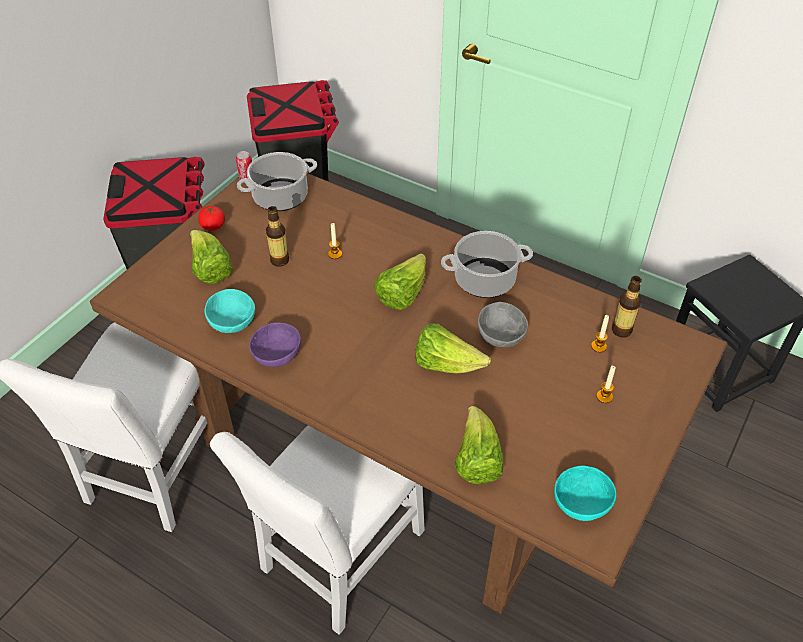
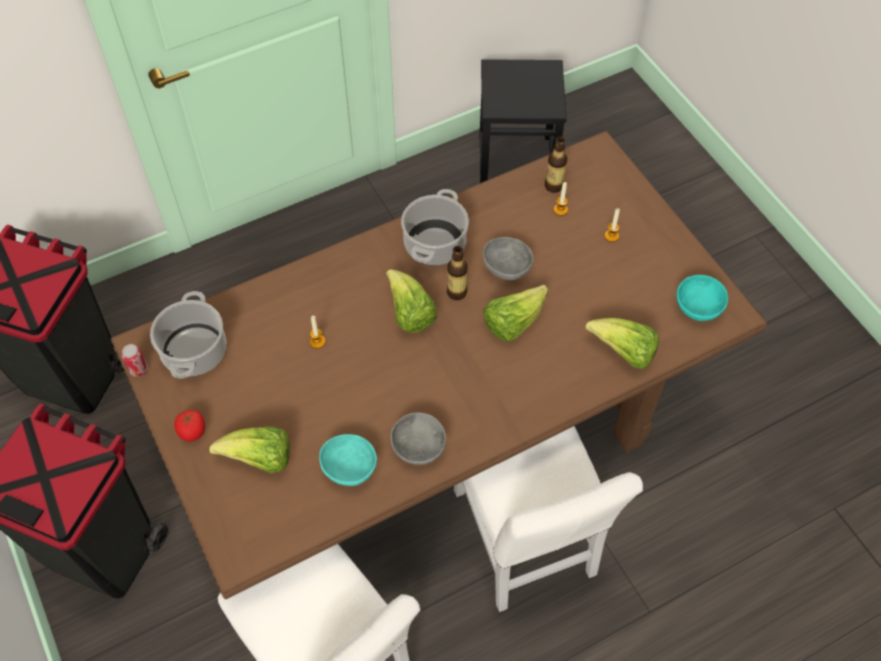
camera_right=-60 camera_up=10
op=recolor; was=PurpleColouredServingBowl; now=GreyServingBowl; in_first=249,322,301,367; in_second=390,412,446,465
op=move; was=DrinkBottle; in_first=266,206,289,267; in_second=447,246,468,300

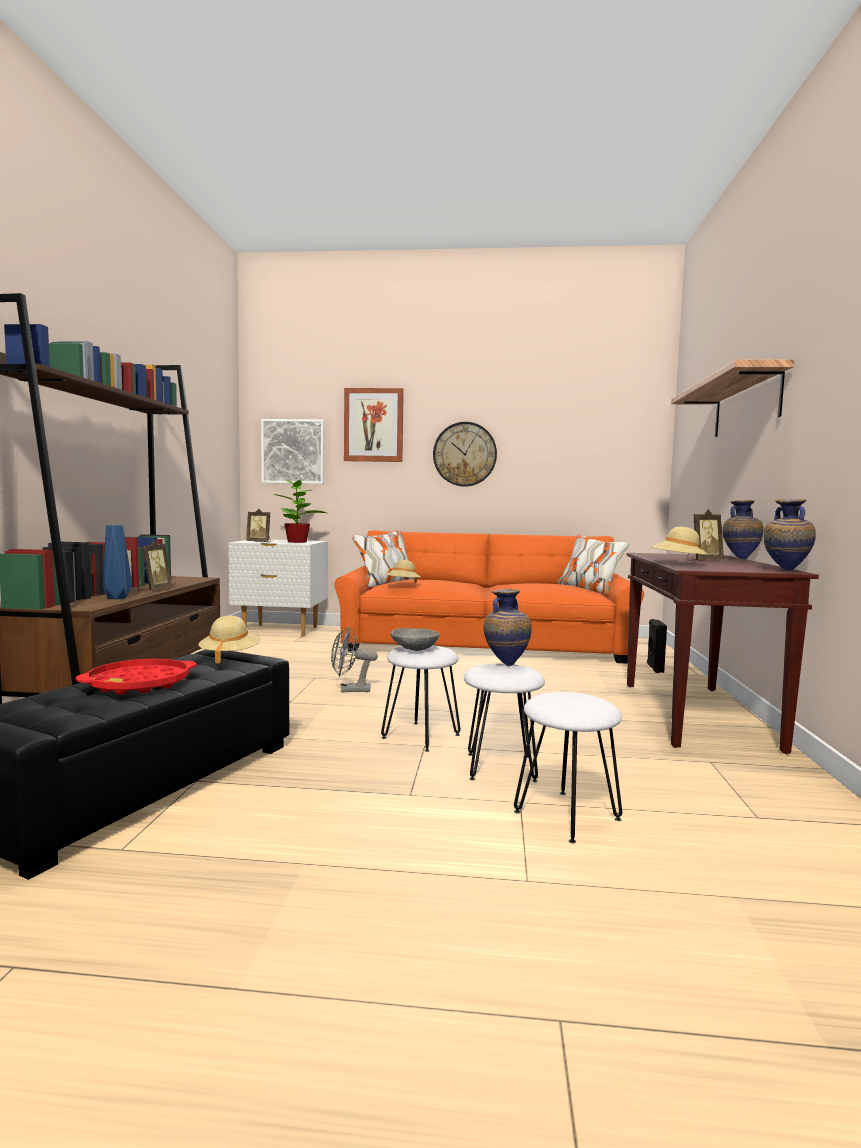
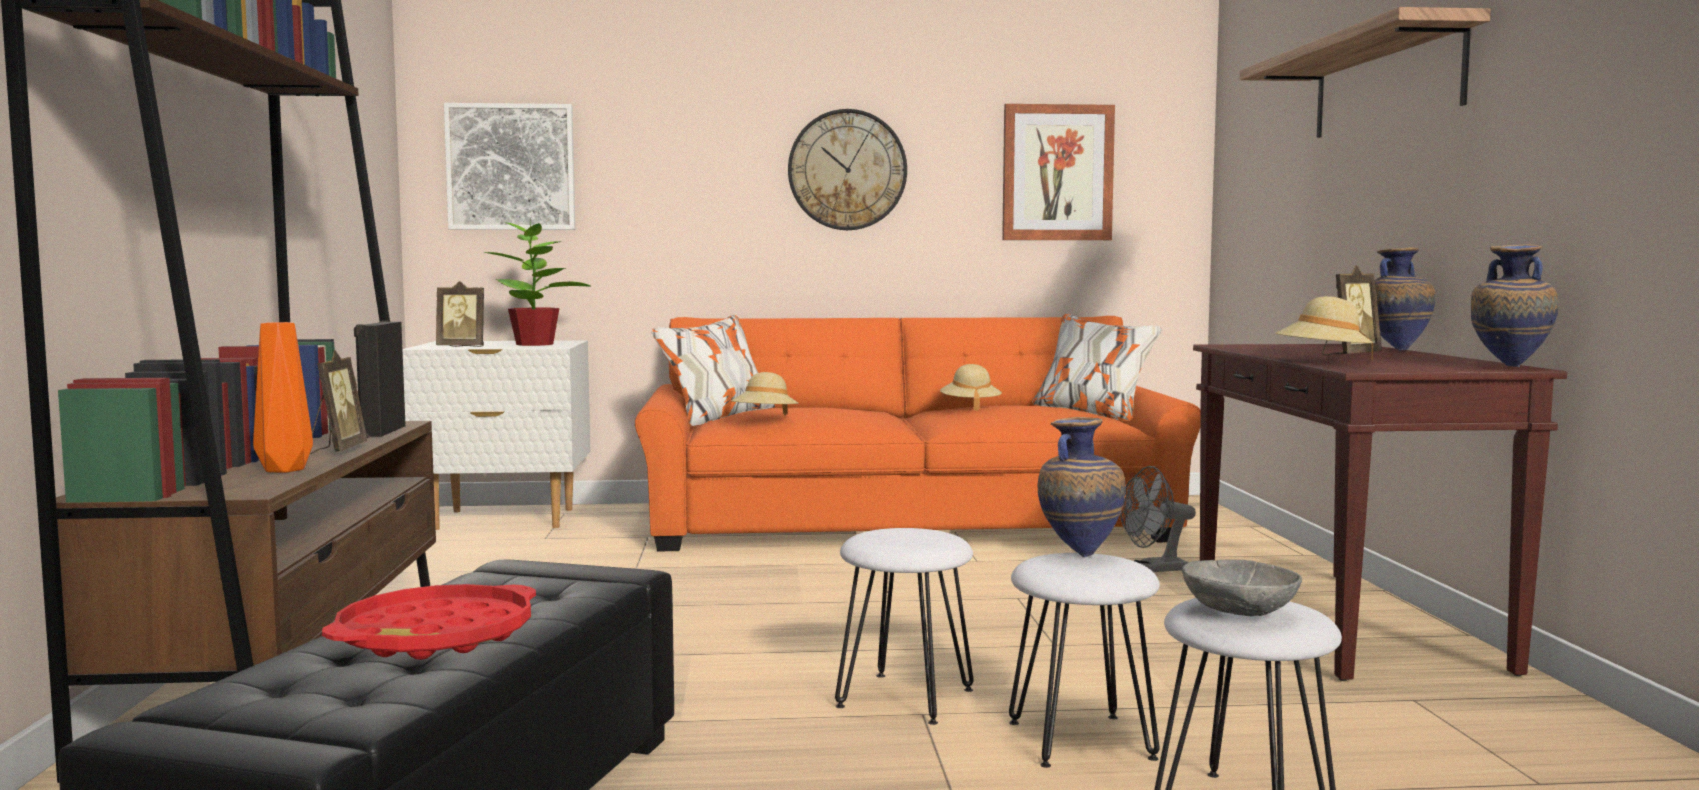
camera_right=-10 camera_up=0
op=recolor; was=BlueDecorativeVase; now=OrangeyDecorativeVase; in_first=103,525,132,599; in_second=253,322,313,473
op=move; was=BeigeWearableHat; in_first=198,616,260,664; in_second=940,364,1002,411
op=move; was=GreyFan; in_first=331,627,378,692; in_second=1120,466,1196,572
op=move; was=WallArt; in_first=344,388,404,462; in_second=1002,104,1115,240
op=move; was=GreyServingBowl; in_first=391,628,439,651; in_second=1182,559,1302,616
op=move; was=BlackColouredSpeaker; in_first=647,619,667,673; in_second=354,321,406,438

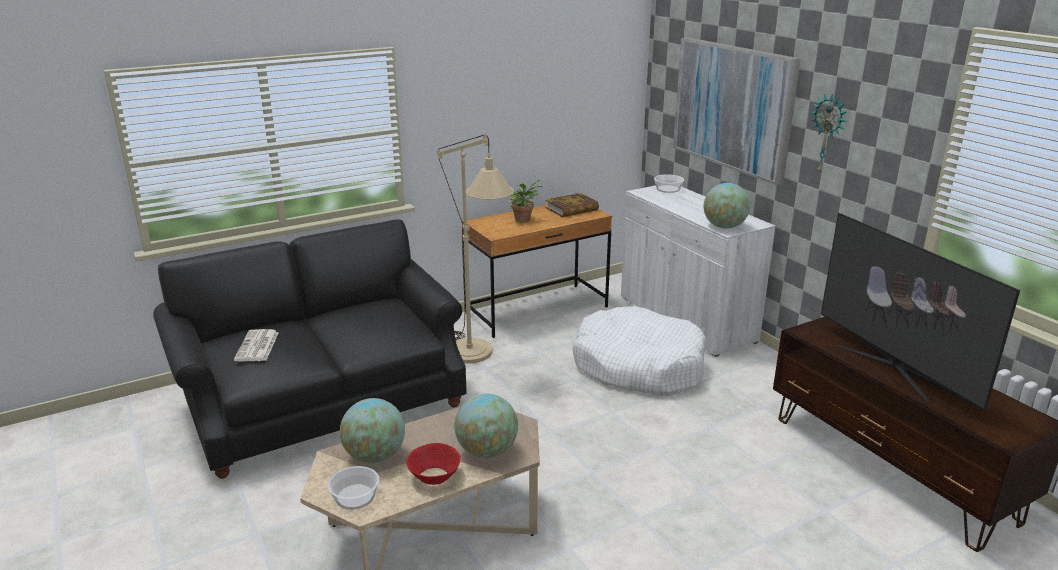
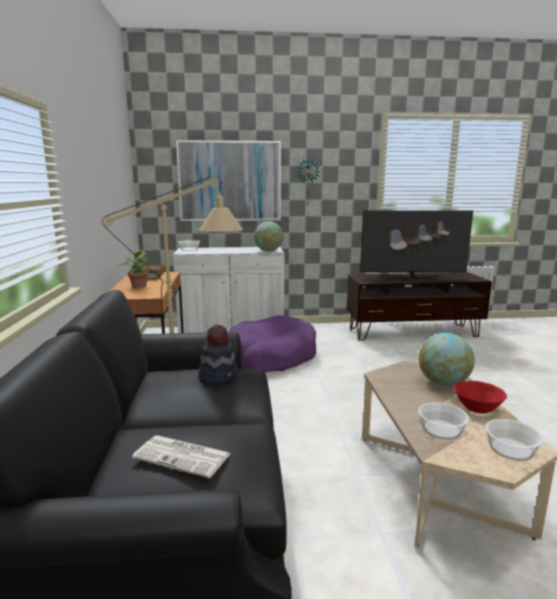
camera_right=-65 camera_up=-10
op=replace; was=Globe; now=ServingBowl; in_first=340,398,405,463; in_second=418,402,469,440
op=recolor; was=WhiteDogCushion; now=PurpleColouredDogCushion; in_first=573,306,706,396; in_second=229,315,316,372
op=insert; now=WearableHat; in_second=198,324,239,386

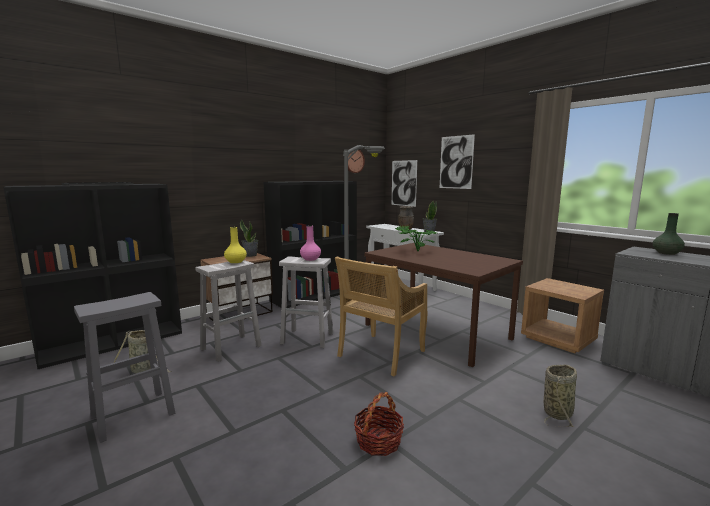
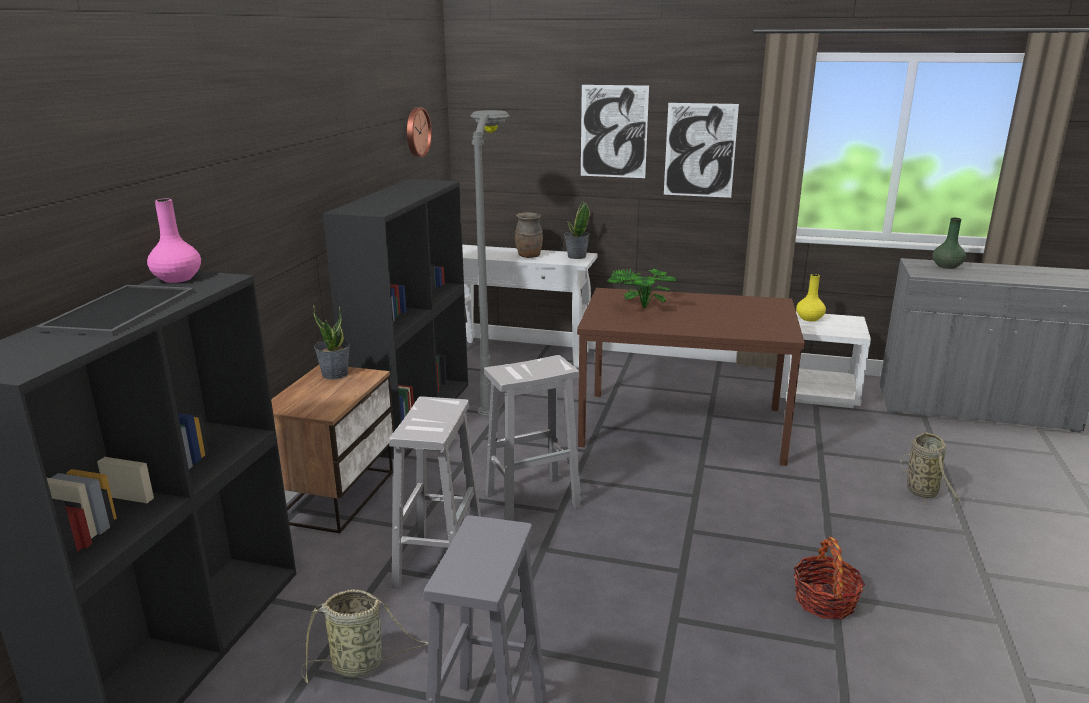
camera_right=-35 camera_up=10
op=move; was=YellowColouredDecorativeVase; in_first=224,227,247,263; in_second=796,274,826,321
op=move; was=PinkColouredDecorativeVase; in_first=300,225,321,261; in_second=147,199,201,283
op=delete; was=BeigeChair; in_first=335,257,427,376
op=move; was=WallArt; in_first=392,160,417,207; in_second=664,103,739,198
op=recolor; was=BrownColouredBedsideTable; now=WhiteBedsideTable; in_first=521,278,604,353; in_second=780,311,871,408

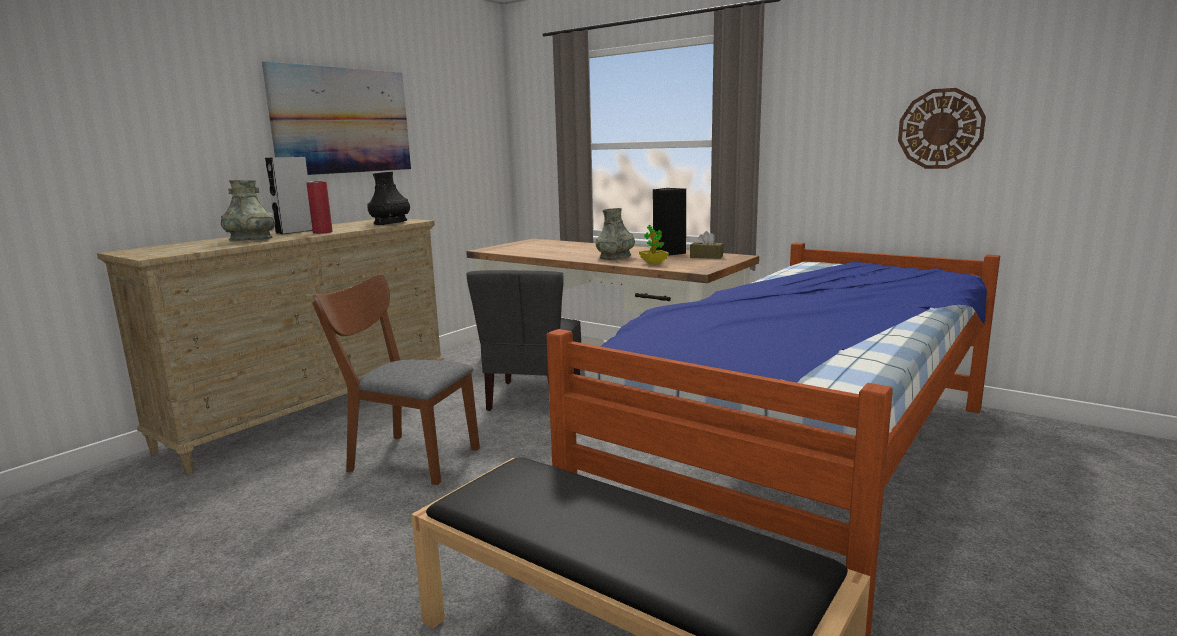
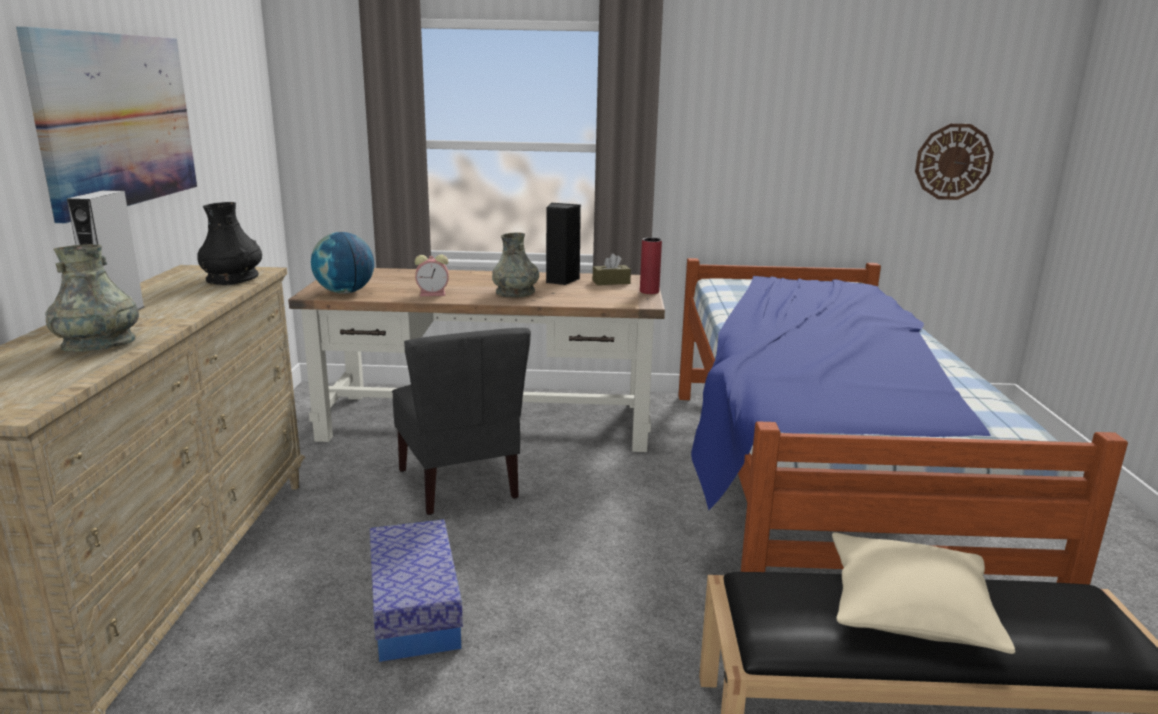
camera_right=-35 camera_up=5
op=move; was=ReddishDecorativeVase; in_first=306,181,332,234; in_second=640,238,662,294
op=replace; was=BrownColouredChair; now=StorageBin; in_first=312,274,480,485; in_second=370,519,463,662
op=delete; was=PottedPlant; in_first=639,225,669,264
op=move; was=WallClock; in_first=898,88,986,169; in_second=915,124,994,200
op=insert; now=Globe; in_second=311,232,374,294
op=insert; now=BedsideClock; in_second=415,255,449,296
op=insert; now=BeigePillow; in_second=832,532,1015,654

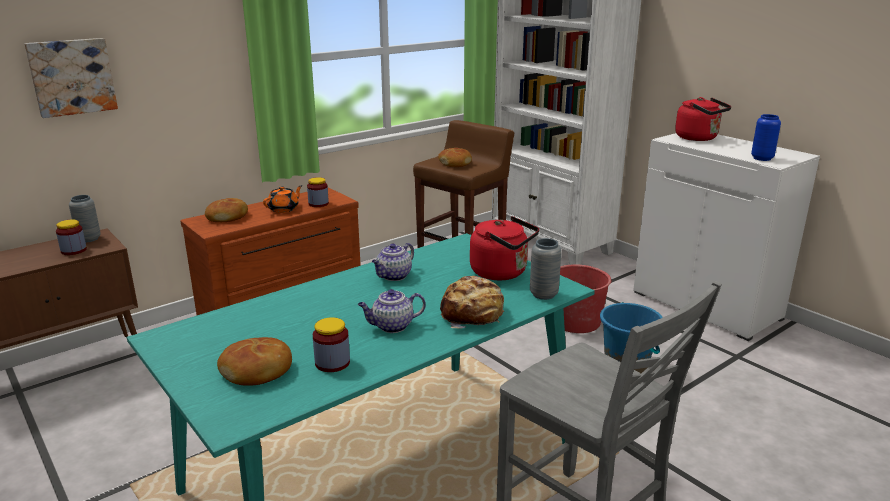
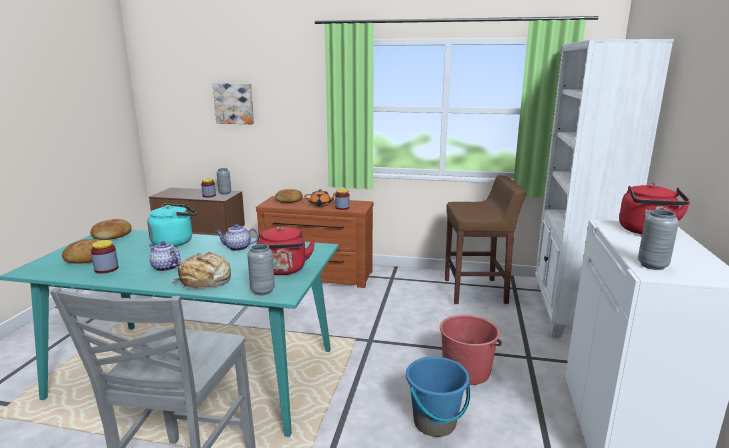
camera_right=50 camera_up=-5
op=move; was=Bread; in_first=438,148,472,167; in_second=90,219,131,240
op=recolor; was=BlueDecorativeVase; now=GreyDecorativeVase; in_first=751,114,781,161; in_second=638,210,679,270
op=insert; now=BlueGreenTeaKettle; in_second=147,204,196,247

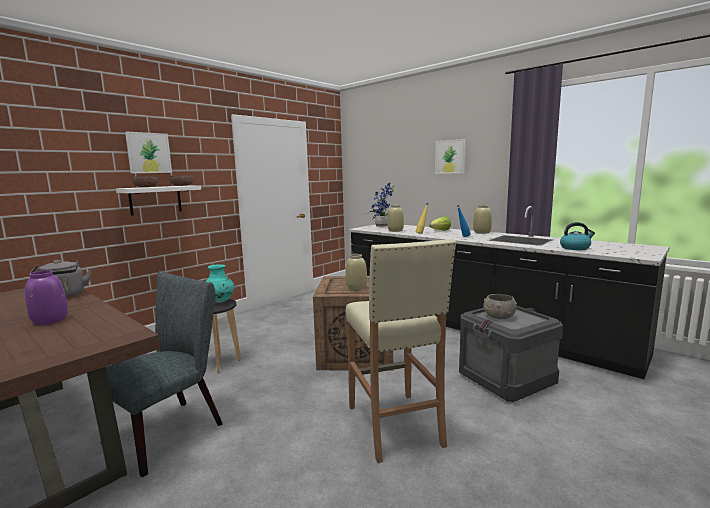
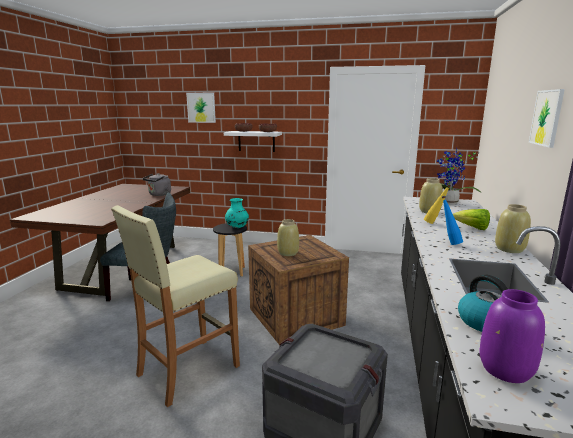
camera_right=60 camera_up=5
op=move; was=PurpleColouredDecorativeVase; in_first=25,270,68,325; in_second=479,289,545,383
op=move; was=WallArt; in_first=125,132,172,173; in_second=186,93,216,123
op=delete; was=GreyServingBowl; in_first=483,294,517,319

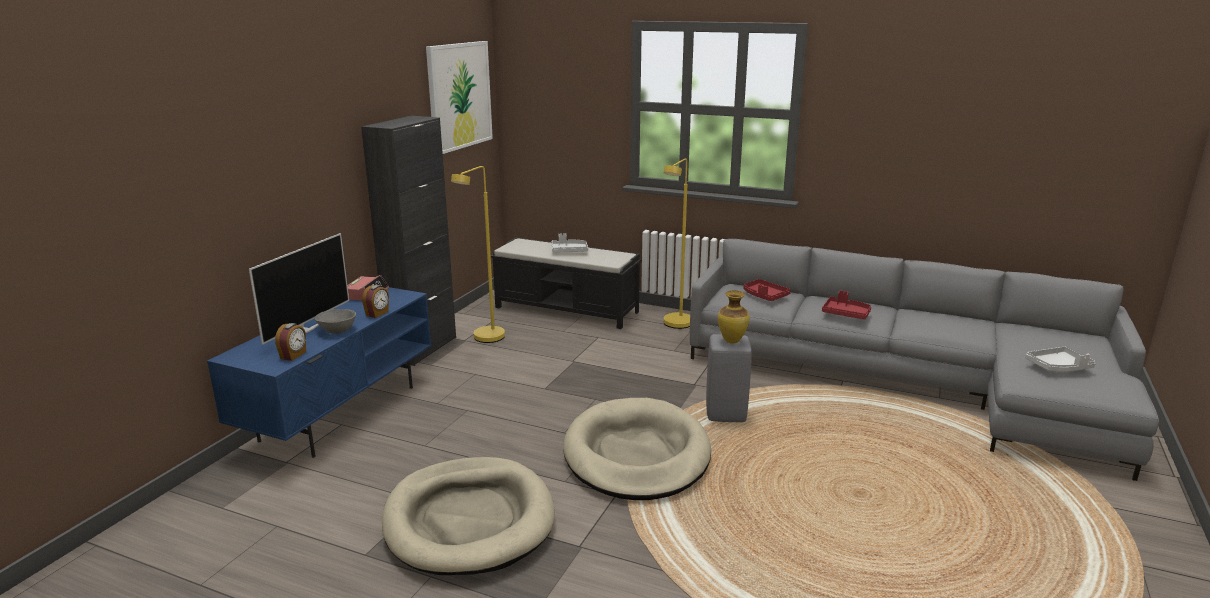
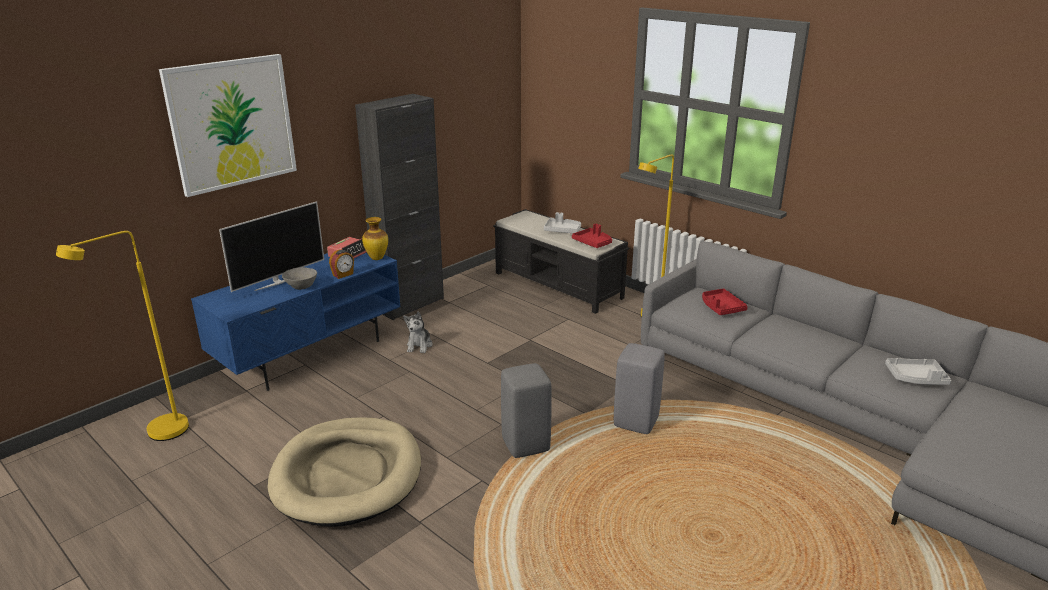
camera_right=20 camera_up=5
op=delete; was=BedsideClock; in_first=275,323,306,361
op=move; was=WallArt; in_first=426,41,493,154; in_second=159,54,297,197
op=move; was=YellowColouredFloorLamp; in_first=451,166,505,343; in_second=56,231,189,441
op=replace; was=BeigeDogCushion; now=GreySittingStool; in_first=563,398,711,500; in_second=501,363,552,458
op=move; was=DecorativeVase; in_first=718,291,749,343; in_second=362,217,388,260
op=move; was=ReddishServingTray; in_first=822,290,871,319; in_second=572,224,612,248
op=move; was=GreyServingTray; in_first=1025,346,1096,372; in_second=885,358,951,385
op=insert; now=SoftToy; in_second=403,311,432,353

